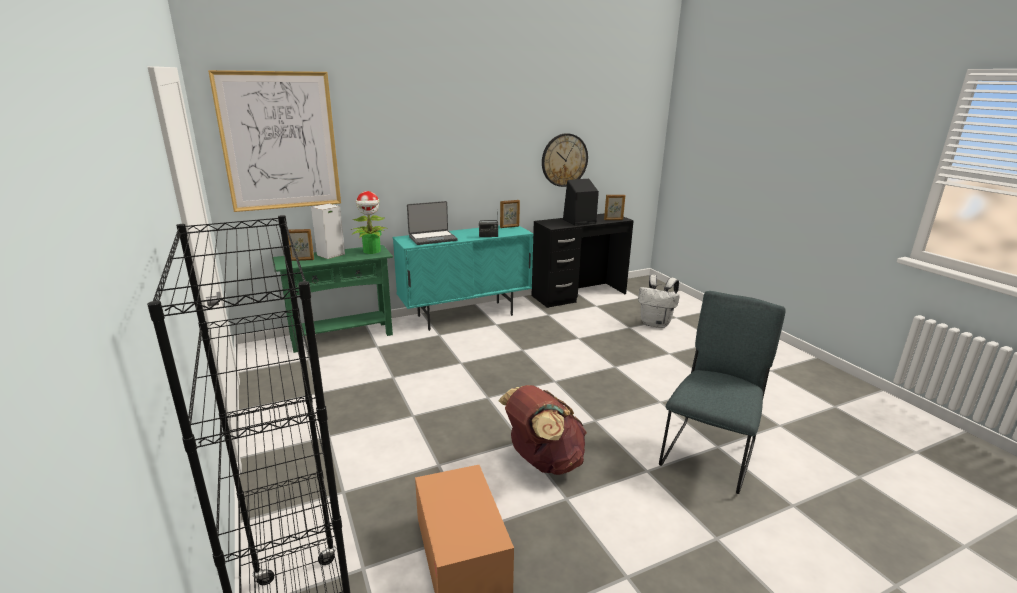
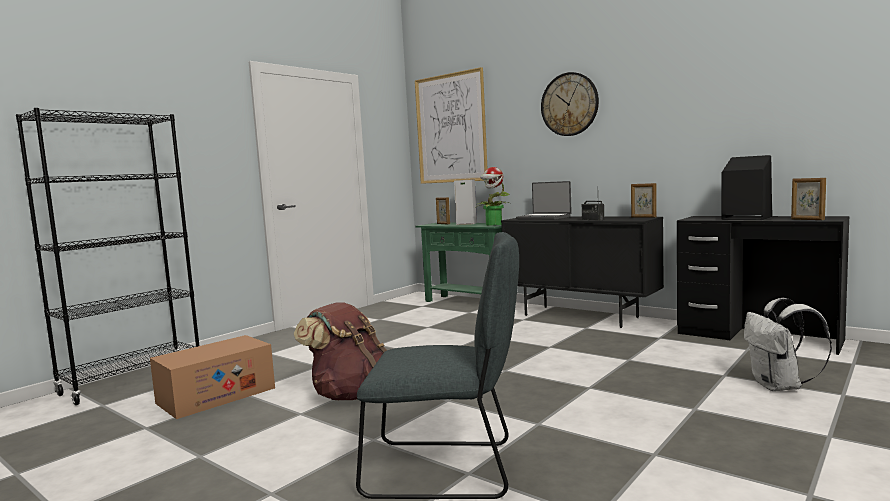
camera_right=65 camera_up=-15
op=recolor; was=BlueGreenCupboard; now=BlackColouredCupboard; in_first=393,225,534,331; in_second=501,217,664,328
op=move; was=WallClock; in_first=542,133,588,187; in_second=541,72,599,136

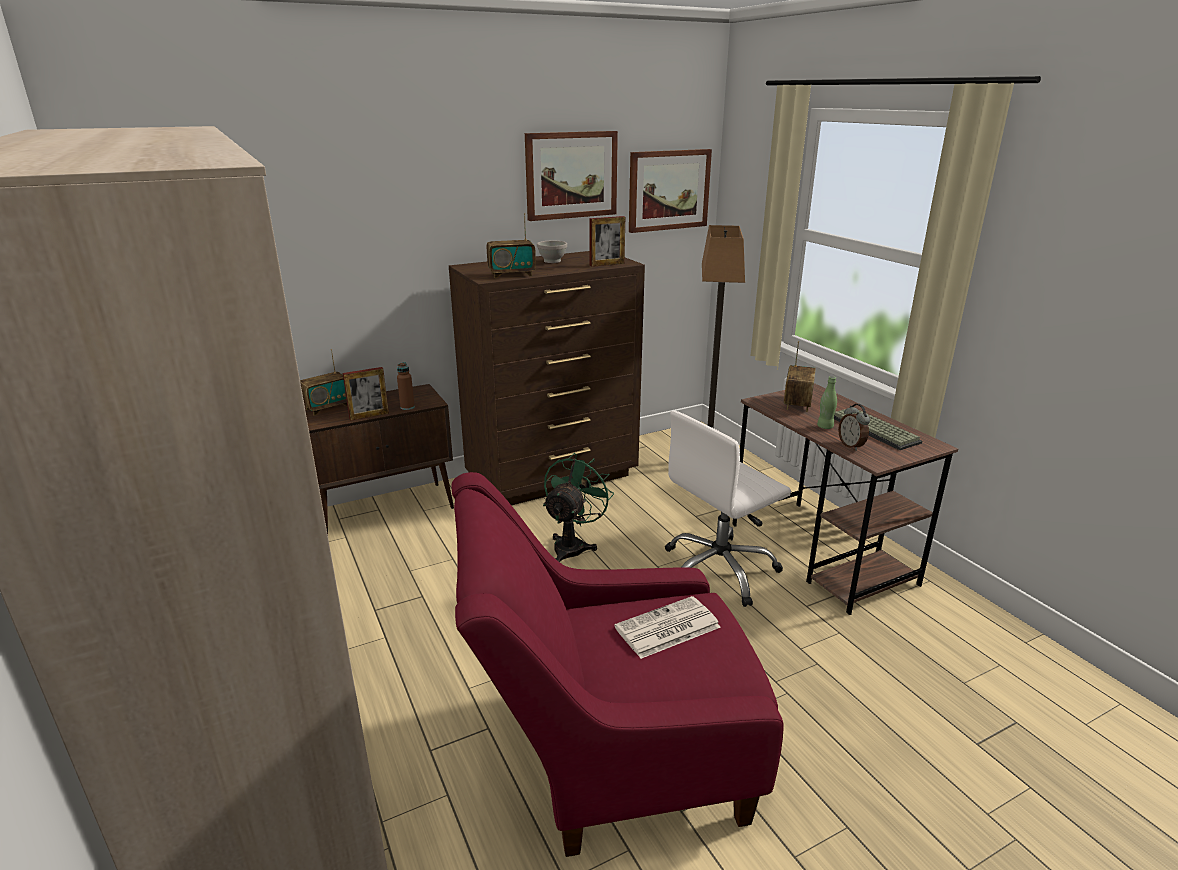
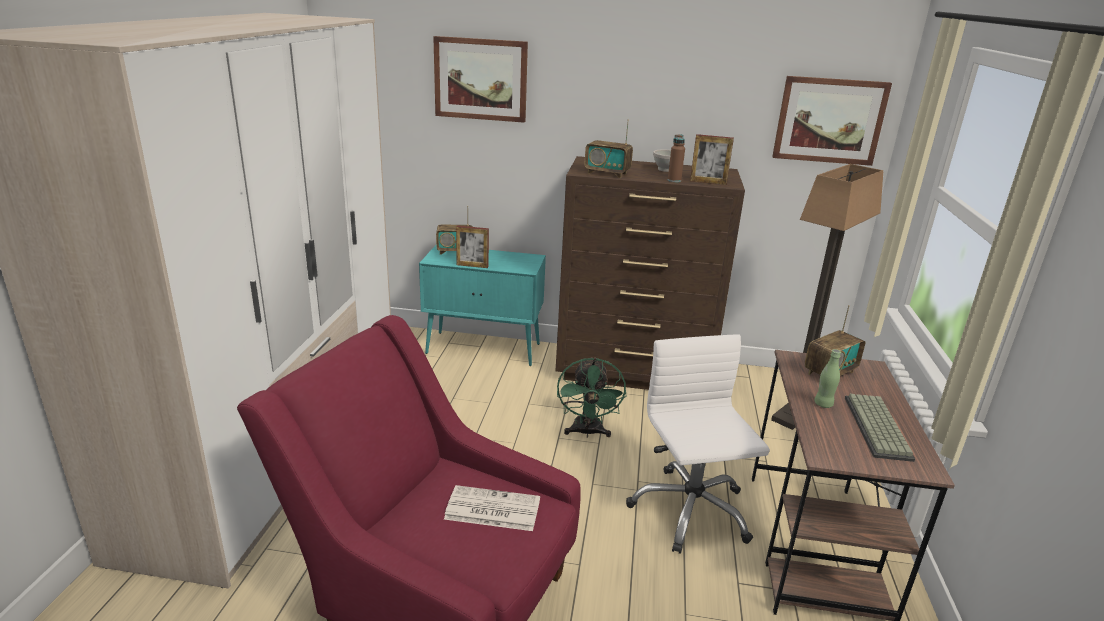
camera_right=35 camera_up=0
op=recolor; was=BrownColouredCupboard; now=BlueGreenCupboard; in_first=305,384,454,534; in_second=419,245,546,366
op=move; was=BrownColouredDrinkBottle; in_first=397,362,415,410; in_second=668,134,685,182
op=move; was=WallArt; in_first=525,131,618,221; in_second=433,36,528,123
op=rotate; was=GreenColouredFan; in_first=543,453,614,562; in_second=557,357,626,438; clockwise=120
op=rotate; was=WhiteOfficeChair; in_first=665,411,791,607; in_second=626,334,770,554; clockwise=75
op=delete; was=BedsideClock; in_first=838,404,870,451

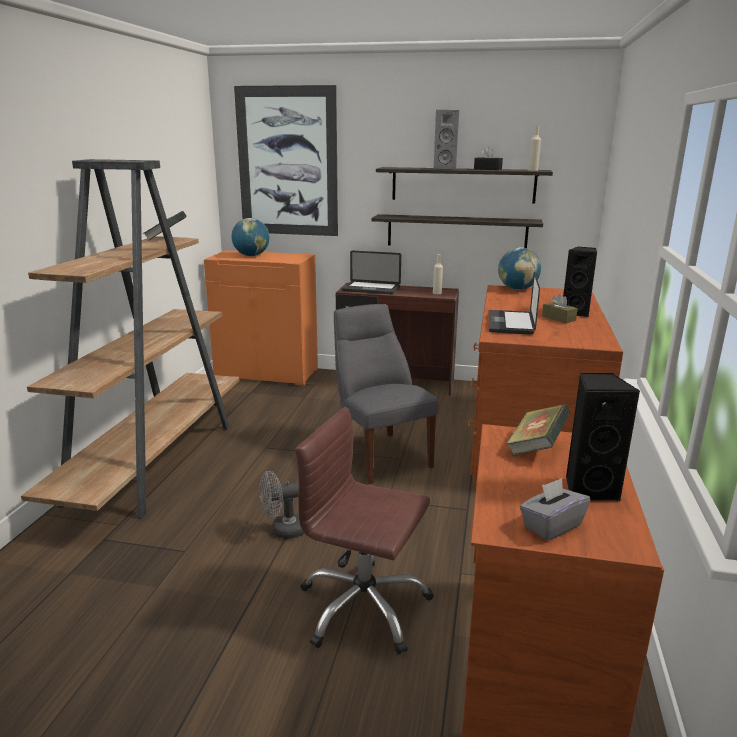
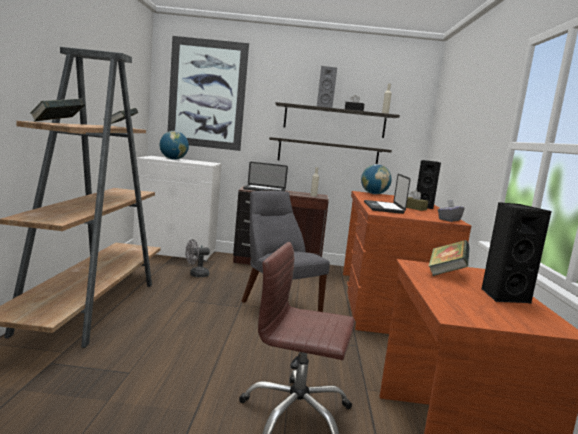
camera_right=-10 camera_up=-10
op=recolor; was=OrangeyCupboard; now=WhiteCupboard; in_first=204,250,318,386; in_second=133,156,222,262
op=move; was=GreyFan; in_first=259,471,304,539; in_second=185,239,210,277
op=move; was=GreyTissueBox; in_first=520,478,590,541; in_second=438,200,465,222
op=insert; now=BoundBook; in_second=30,99,85,122

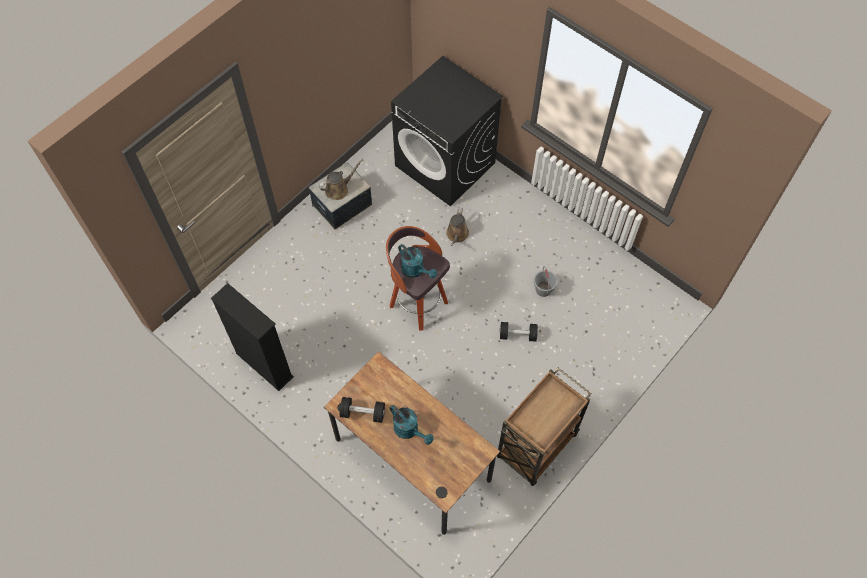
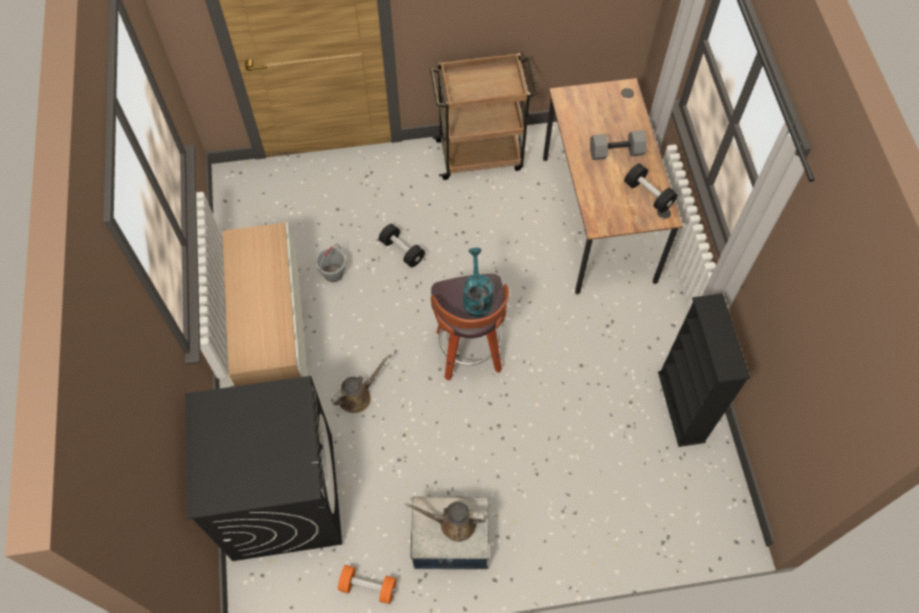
camera_right=-140 camera_up=0
op=replace; was=BlueGreenWateringPot; now=GreyHandWeight; in_first=390,405,433,445; in_second=590,130,647,160
op=insert; now=Cupboard; in_second=223,223,307,386
op=insert; now=OrangeyHandWeight; in_second=338,565,397,604

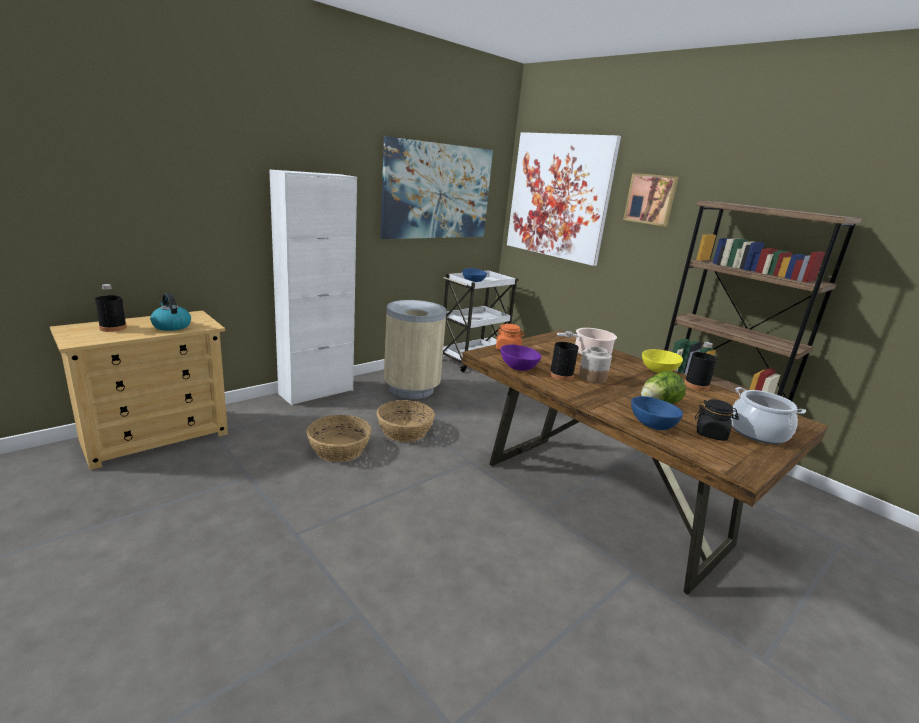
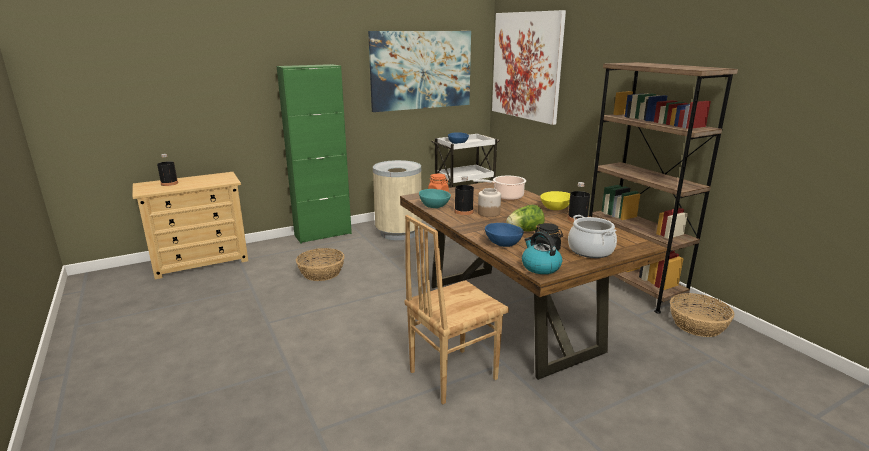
camera_right=15 camera_up=0
op=move; was=TeaKettle; in_first=150,293,191,331; in_second=522,231,562,274
op=recolor; was=WhiteCupboard; now=GreenColouredCupboard; in_first=269,169,357,406; in_second=277,64,352,243
op=move; was=HouseholdBasket; in_first=377,400,435,442; in_second=670,293,735,337
op=recolor; was=PurpleColouredServingBowl; now=BlueGreenServingBowl; in_first=501,345,542,371; in_second=419,189,451,208
op=delete; was=WallArt; in_first=623,173,679,226
op=insert; now=BrownColouredChair; in_second=405,215,509,404

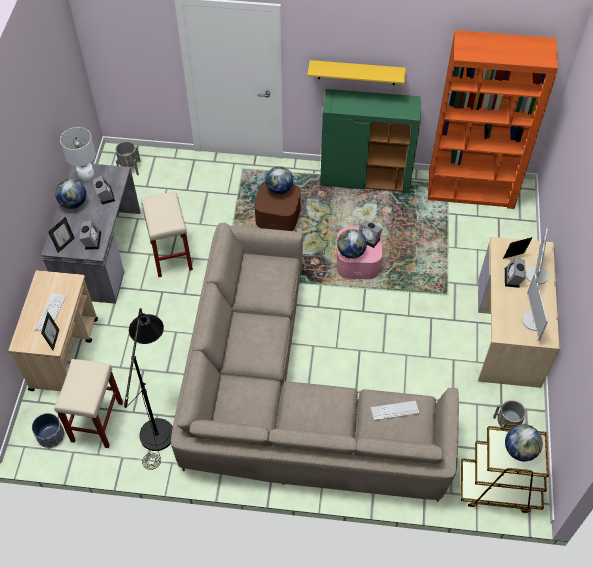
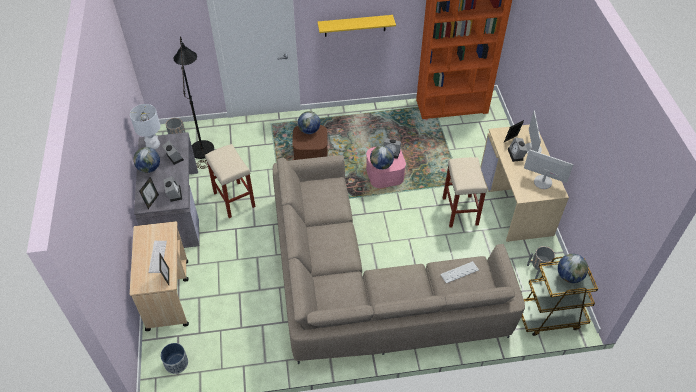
camera_right=-15 camera_up=-5
op=move; was=BeigeSittingStool; in_first=54,359,123,448; in_second=443,157,487,228
op=move; was=BlackColouredFloorLamp; in_first=124,308,173,470; in_second=173,36,214,169
op=delete; was=GreenColouredCupboard; in_first=320,89,421,193
op=rotate; was=Monitor; in_first=522,273,548,340; in_second=524,149,574,189; clockwise=135

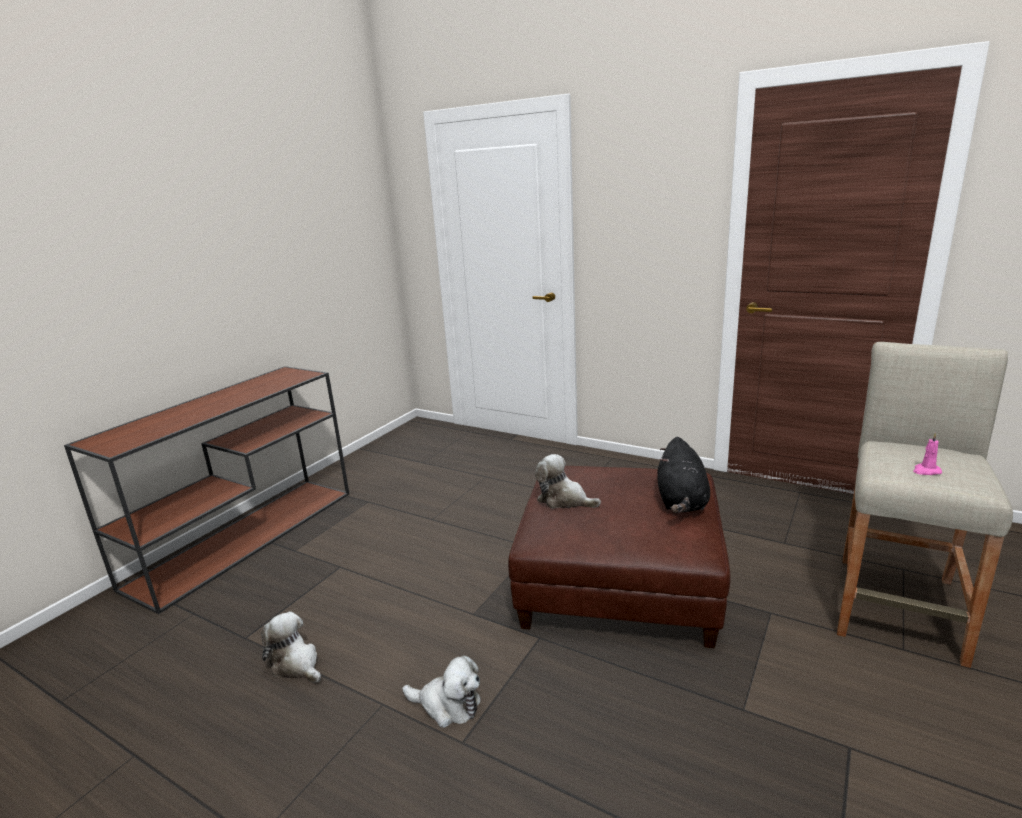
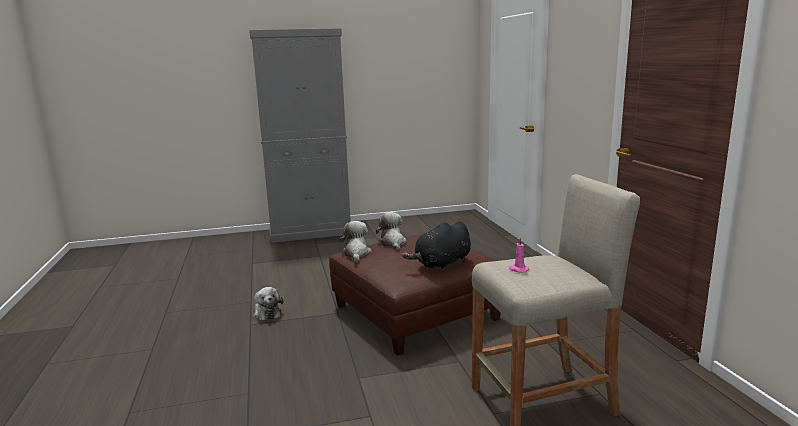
camera_right=45 camera_up=-5
op=replace; was=BrownColouredHallTable; now=GreyCupboard; in_first=64,366,349,614; in_second=249,28,351,243
op=move; was=SoftToy; in_first=261,612,321,683; in_second=340,221,372,262

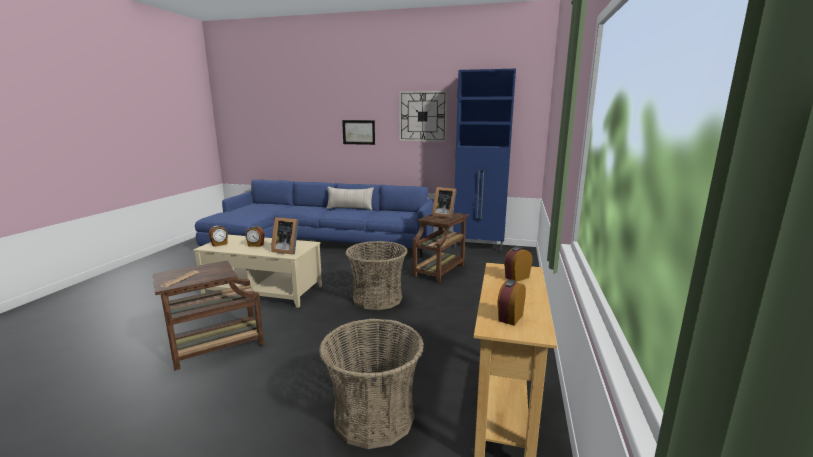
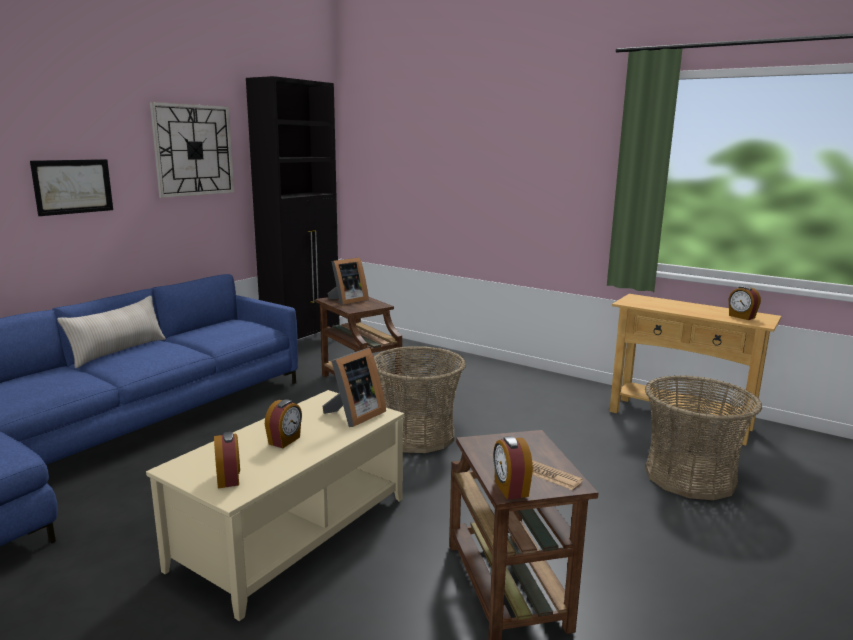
camera_right=-70 camera_up=0
op=recolor; was=BlueCupboard; now=BlackColouredCupboard; in_first=453,69,516,252; in_second=246,76,340,342
op=move; was=BedsideClock; in_first=504,246,533,282; in_second=493,436,533,500

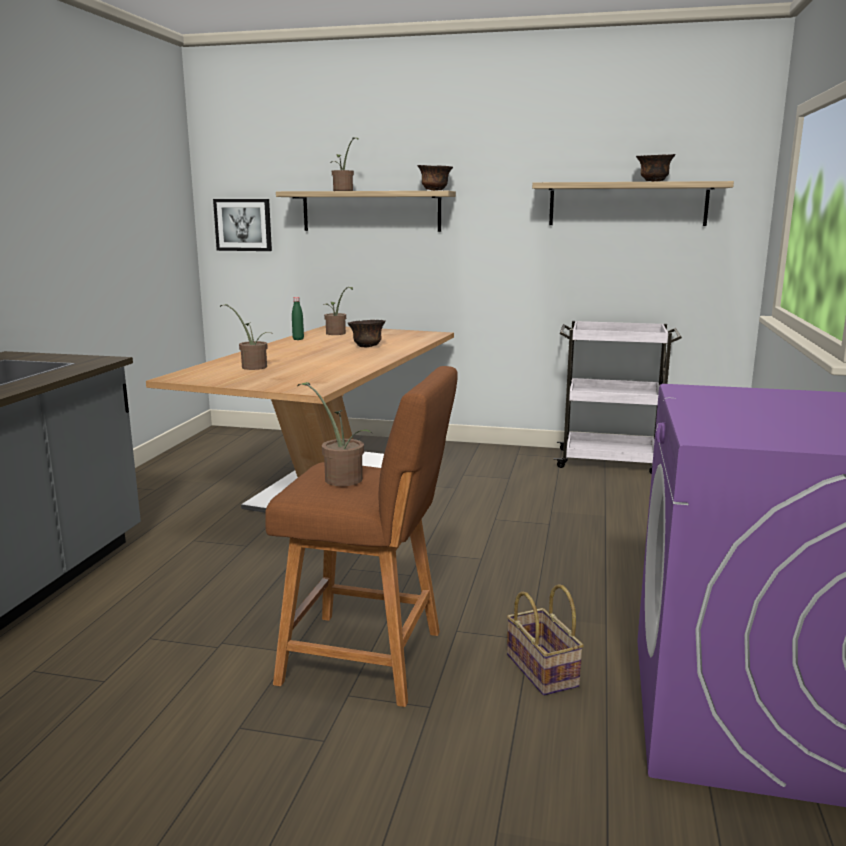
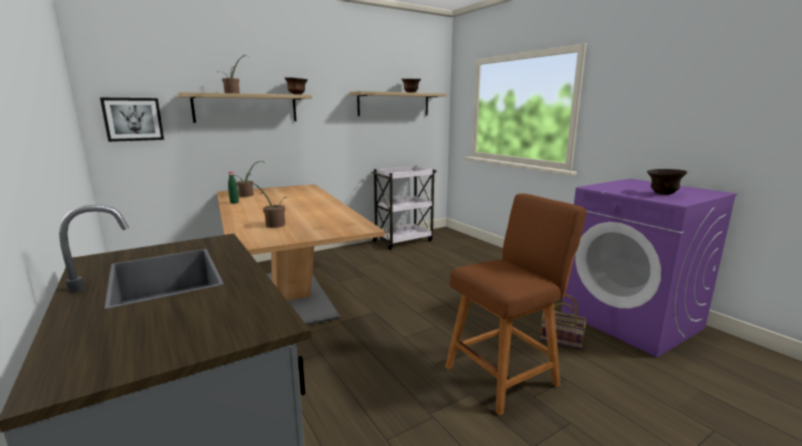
camera_right=-45 camera_up=0
op=delete; was=PottedPlant; in_first=297,382,373,486
op=move; was=BrownColouredServingBowl; in_first=348,320,386,348; in_second=647,169,688,195

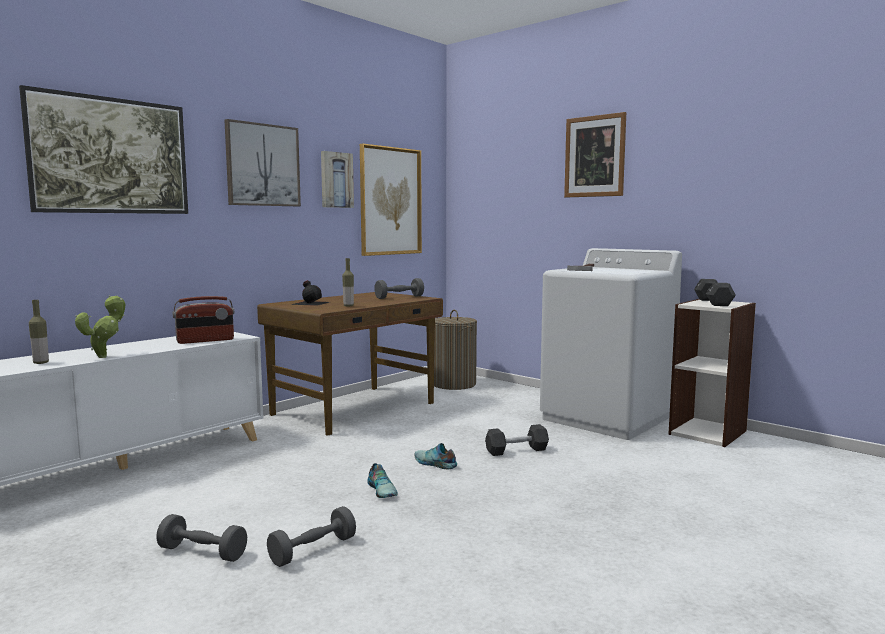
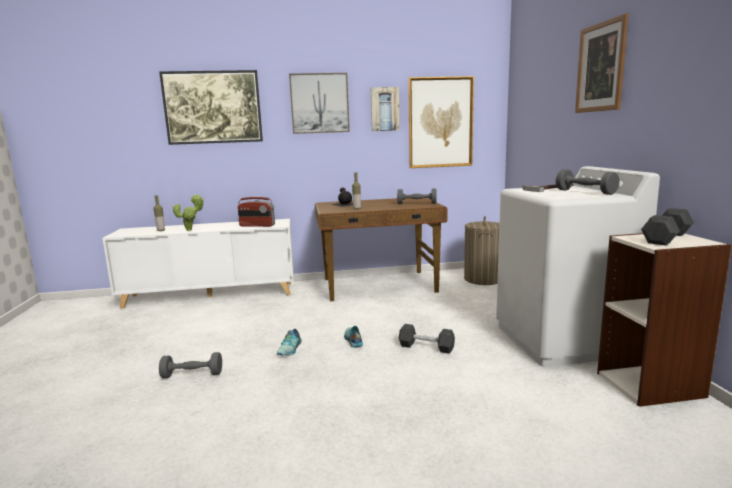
camera_right=40 camera_up=5
op=move; was=GreyHandWeight; in_first=156,514,247,562; in_second=556,169,619,195

